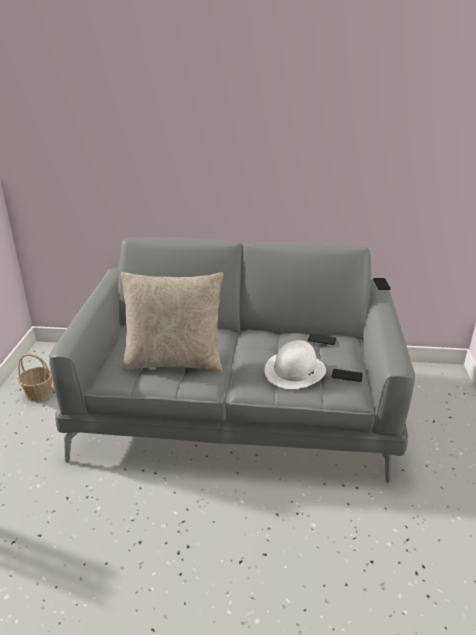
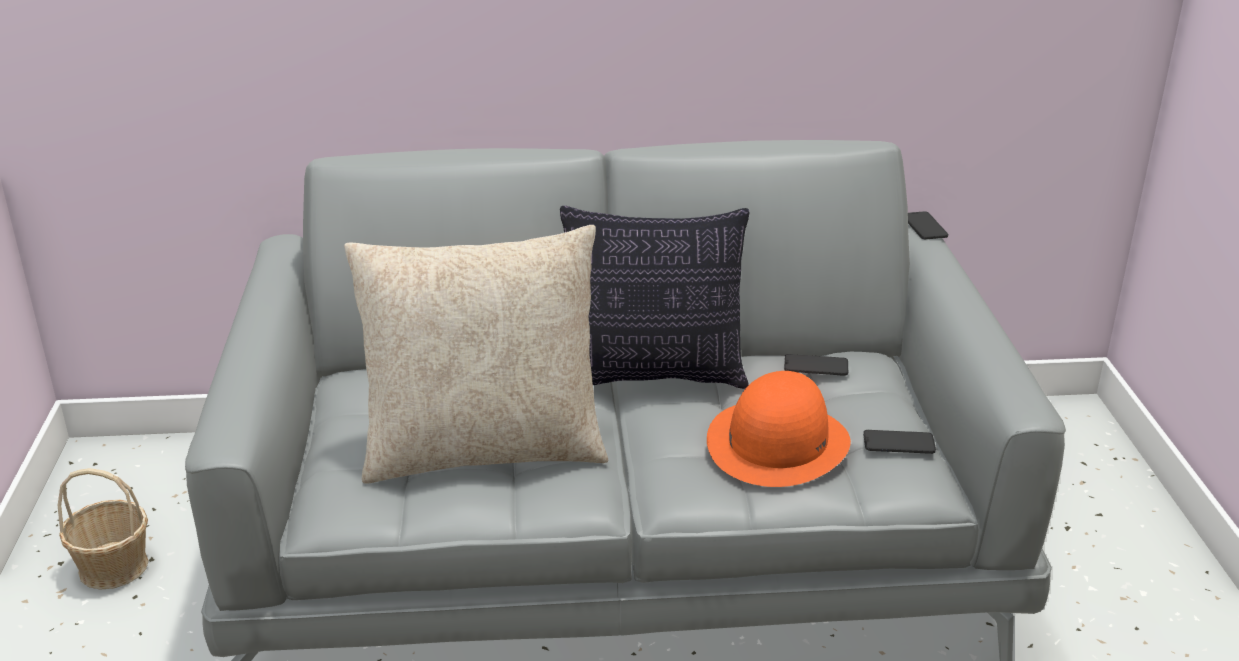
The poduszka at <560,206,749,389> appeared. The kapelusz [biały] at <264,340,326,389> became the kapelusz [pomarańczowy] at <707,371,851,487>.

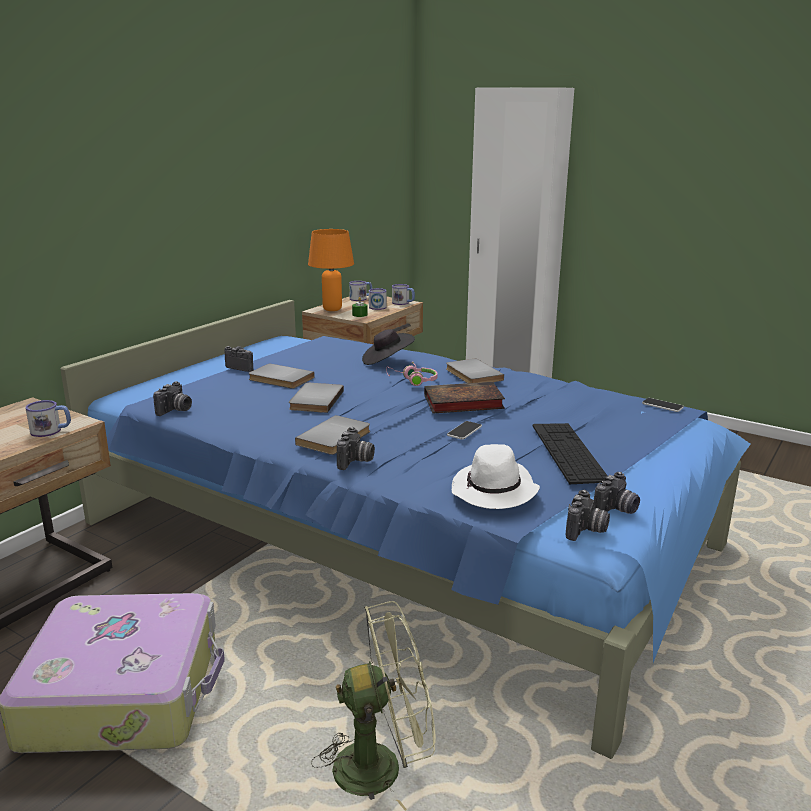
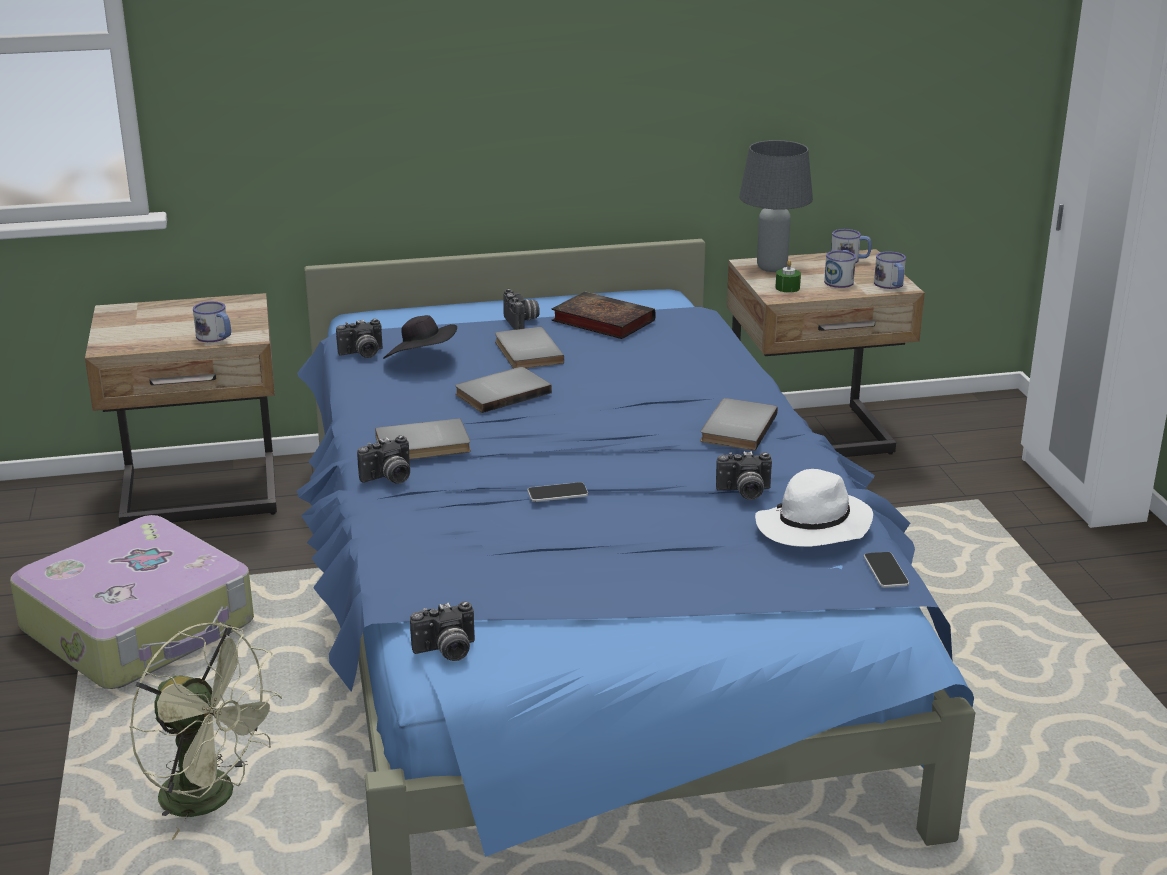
The kapelusz [czarny] moved from <362,329,415,365> to <383,315,457,359>. The książka moved from <424,382,505,414> to <551,292,656,339>. The aparat fotograficzny moved from <593,472,640,514> to <716,451,772,500>. The lampa stołowa [pomarańczowy] at <308,229,354,311> became the lampa stołowa [szary] at <739,140,813,272>. The kapelusz [biały] moved from <452,444,540,509> to <755,469,873,547>. The słuchawki [różowy] at <386,361,437,386> disappeared. The klawiatura at <533,423,608,484> disappeared.

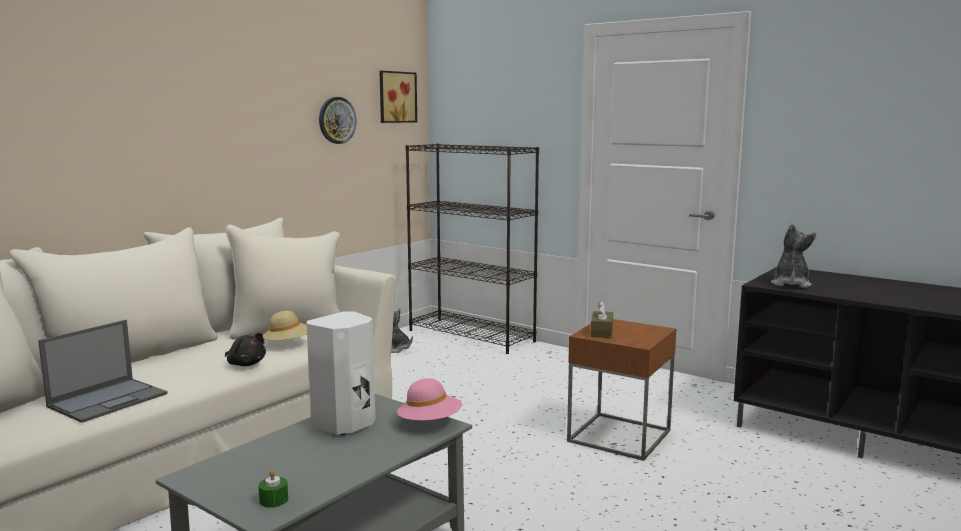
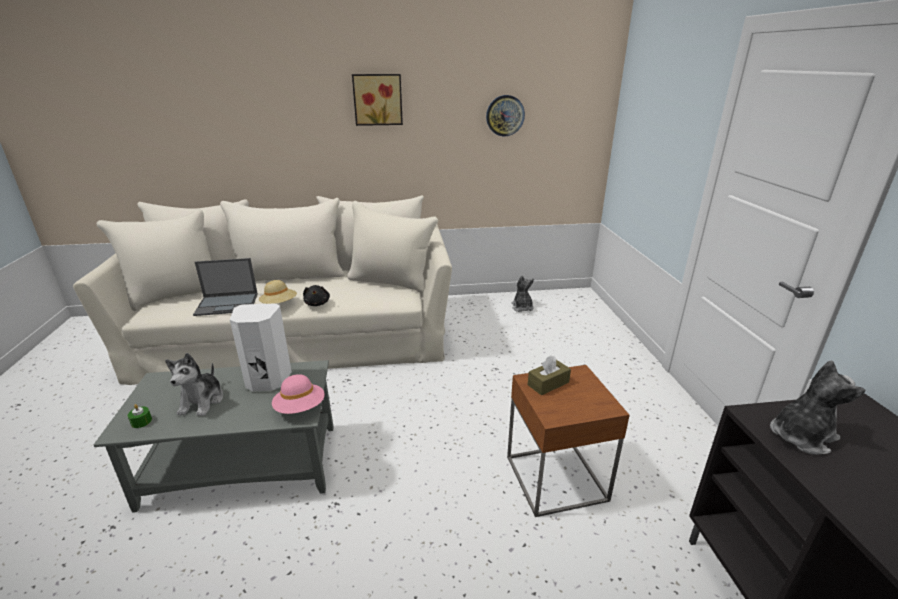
The pluszak at <165,353,223,416> appeared. The kapelusz [beżowy] moved from <263,311,307,345> to <259,280,297,304>. The obraz moved from <380,71,417,123> to <352,74,403,126>. The regał [czarny] at <405,144,539,354> disappeared.

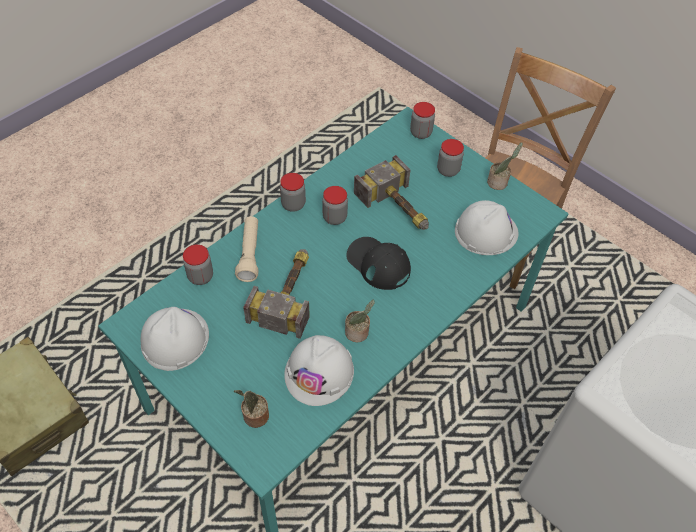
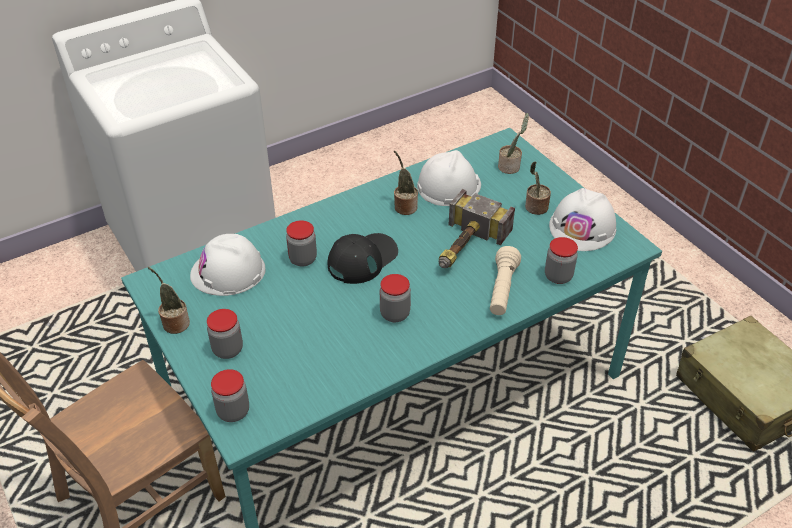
The słoik moved from <280,173,305,212> to <286,220,317,267>. The czapka z daszkiem [czarny] at <346,237,411,290> turned 105 degrees counterclockwise. The roślina doniczkowa at <525,161,551,215> appeared. The młotek at <354,155,429,230> disappeared.

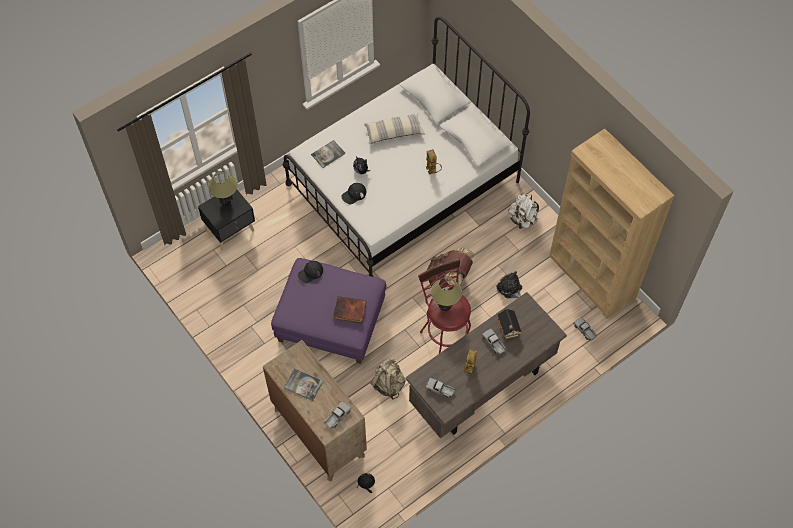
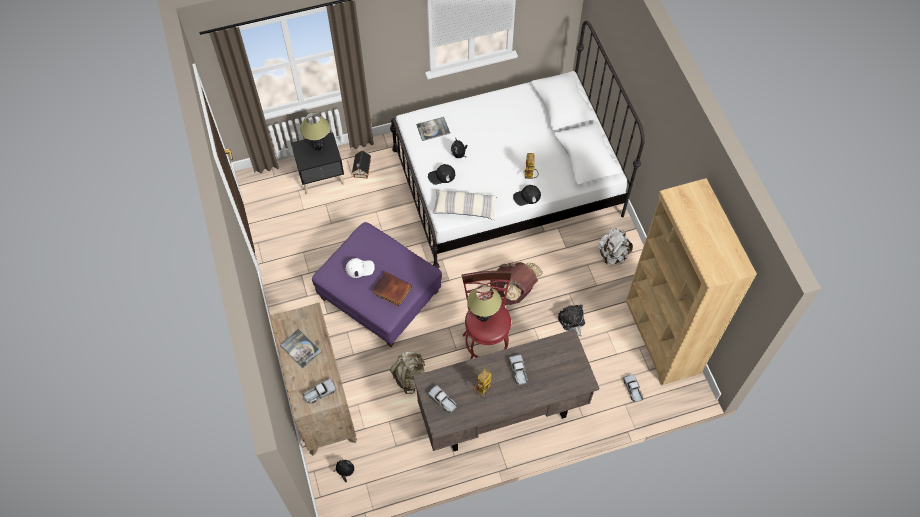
The czapka z daszkiem [biały] at <346,258,375,278> appeared. The domek moved from <498,309,522,339> to <352,151,371,179>. The poduszka moved from <364,113,425,144> to <433,190,497,220>. The czapka z daszkiem [czarny] moved from <298,261,323,283> to <513,185,541,206>.

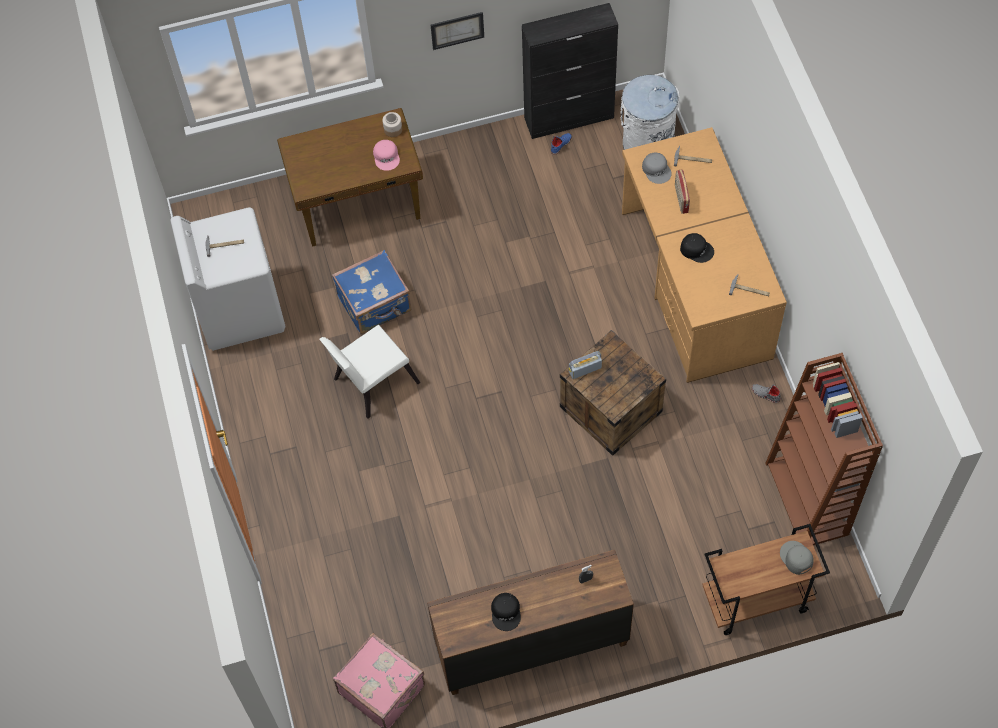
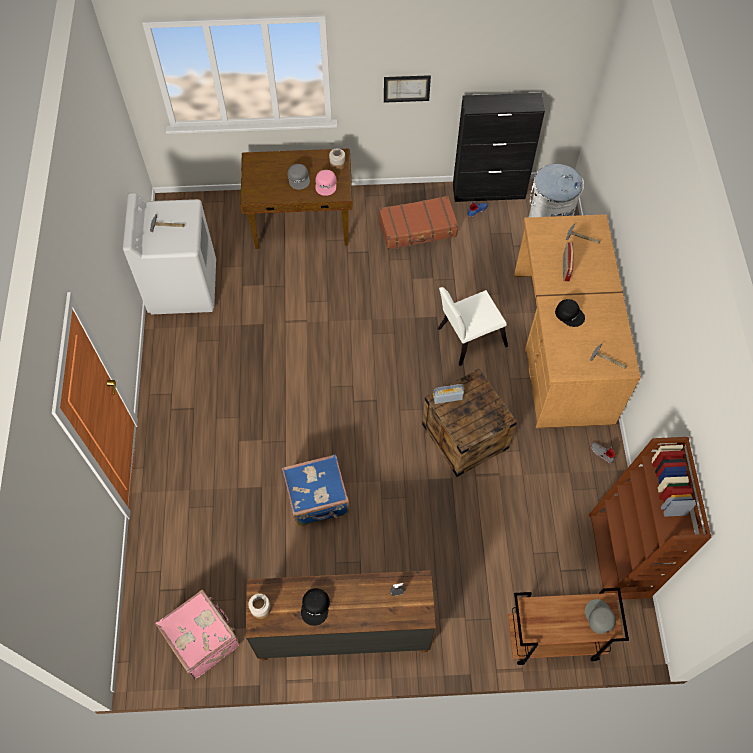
The słoik at <248,593,271,619> appeared. The walizka [niebieski] moved from <332,250,412,334> to <282,454,349,527>. The czapka z daszkiem [szary] moved from <642,153,672,184> to <287,164,310,189>. The walizka [brązowy] at <379,196,458,249> appeared. The krzesło [biały] moved from <319,325,420,419> to <438,287,508,366>.

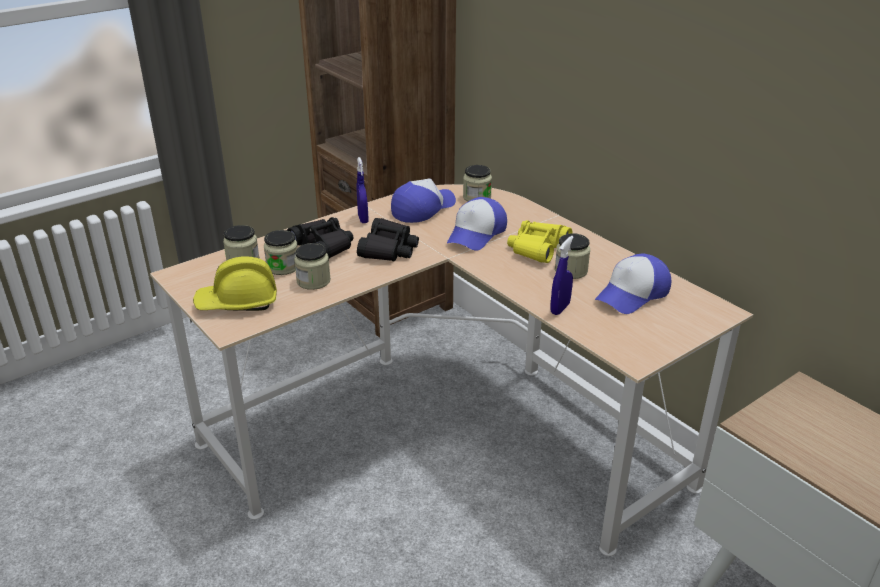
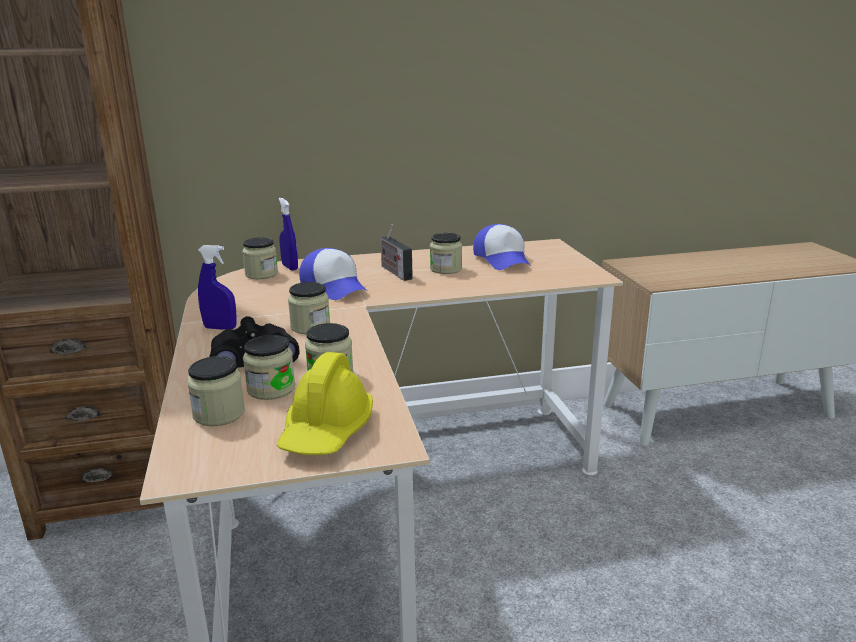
The spryskiwacz [niebieski] moved from <550,236,574,315> to <279,198,298,271>. The lornetka [czarny] at <357,218,419,261> was replaced by the słoik at <288,282,330,334>. The lornetka [żółty] at <507,220,573,263> was replaced by the radio at <381,224,413,281>. The czapka z daszkiem at <391,178,456,223> disappeared.

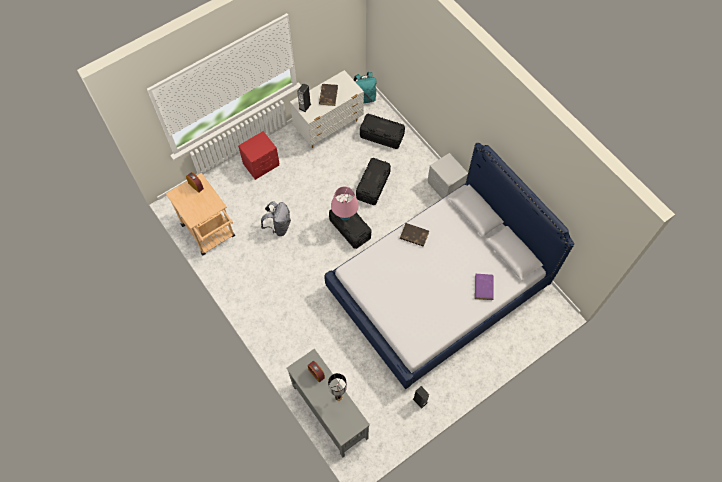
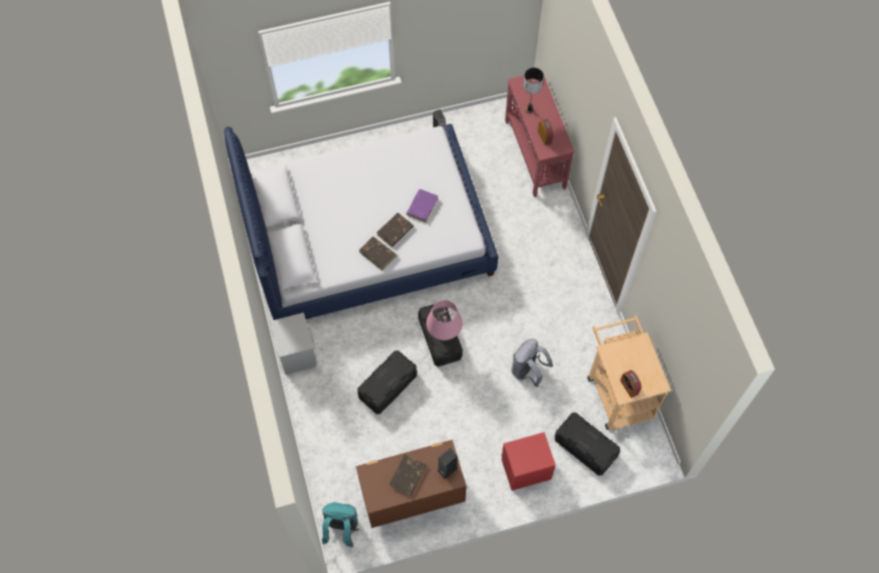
The komoda [biały] at <290,70,364,148> became the komoda [brązowy] at <356,440,466,528>. The książka [brązowy] at <377,213,414,247> appeared. The książka [fioletowy] moved from <475,274,494,300> to <406,189,438,223>. The stolik konsolowy [szary] at <286,349,370,457> became the stolik konsolowy [czerwony] at <505,74,575,197>. The pojemnik do przechowywania [czarny] moved from <360,114,405,149> to <555,413,620,476>.

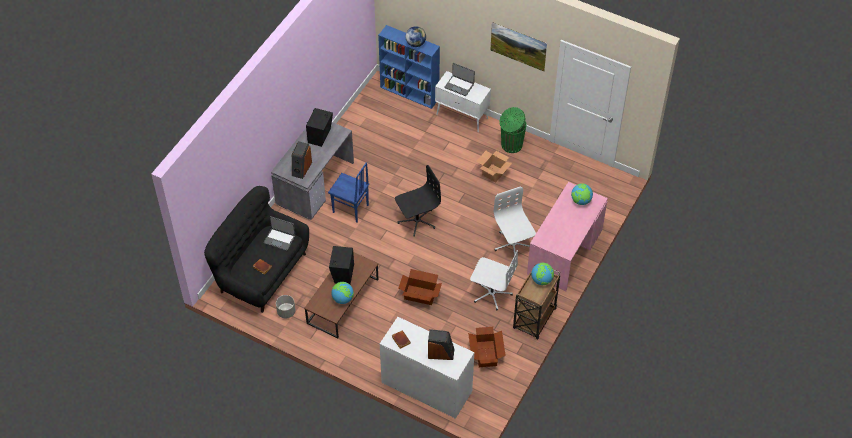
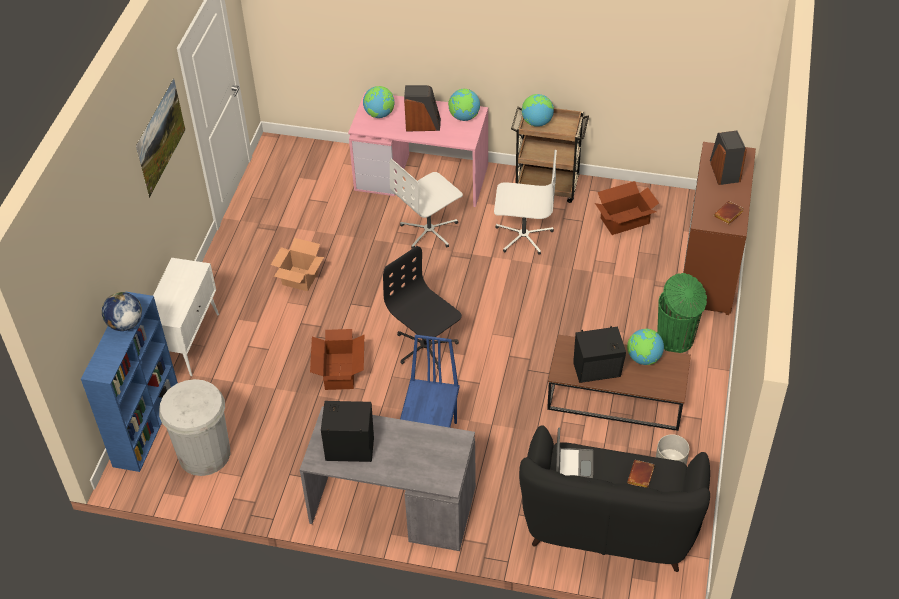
The kosz na śmieci [biały] at <159,379,230,476> appeared. The karton moved from <399,269,442,305> to <310,329,364,390>. The głośnik moved from <292,141,312,179> to <404,85,441,132>. The globus at <448,89,480,121> appeared. The krzesło biurowe [biały] at <470,250,518,310> turned 90 degrees clockwise. The kosz na śmieci [zielony] moved from <499,107,527,153> to <657,273,707,353>. The komoda [biały] at <380,317,474,419> became the komoda [brązowy] at <683,142,756,315>. The laptop at <444,63,475,96> disappeared.

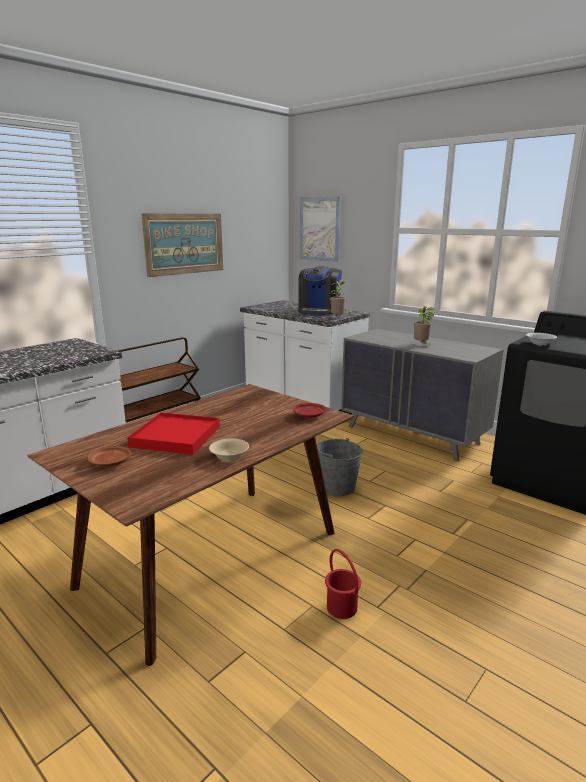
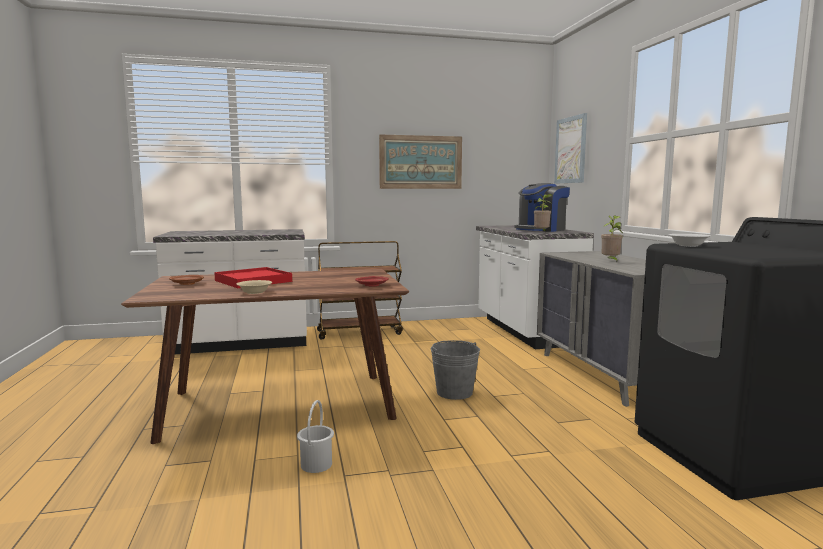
The wiadro [czerwony] at <325,549,361,619> became the wiadro [biały] at <297,400,334,473>.

